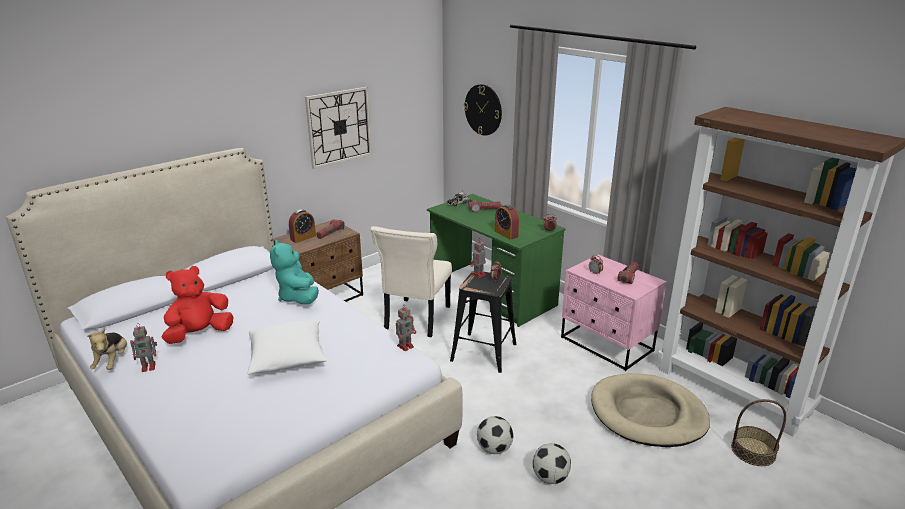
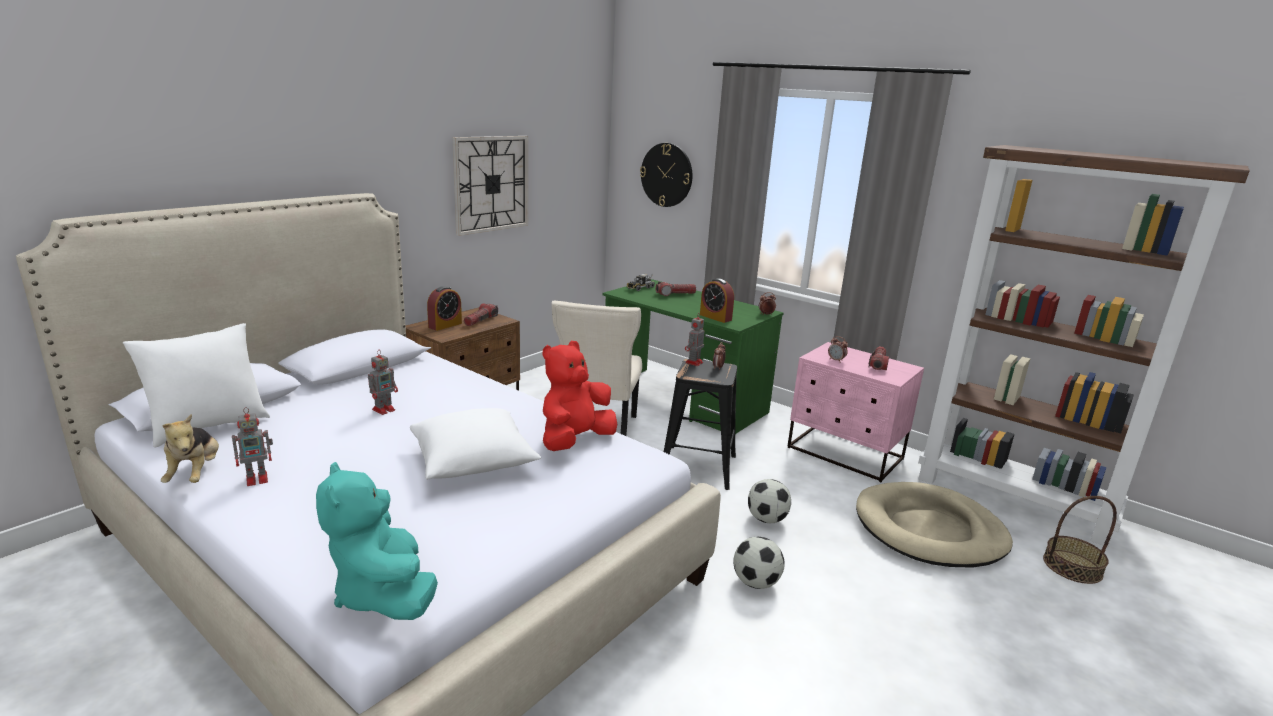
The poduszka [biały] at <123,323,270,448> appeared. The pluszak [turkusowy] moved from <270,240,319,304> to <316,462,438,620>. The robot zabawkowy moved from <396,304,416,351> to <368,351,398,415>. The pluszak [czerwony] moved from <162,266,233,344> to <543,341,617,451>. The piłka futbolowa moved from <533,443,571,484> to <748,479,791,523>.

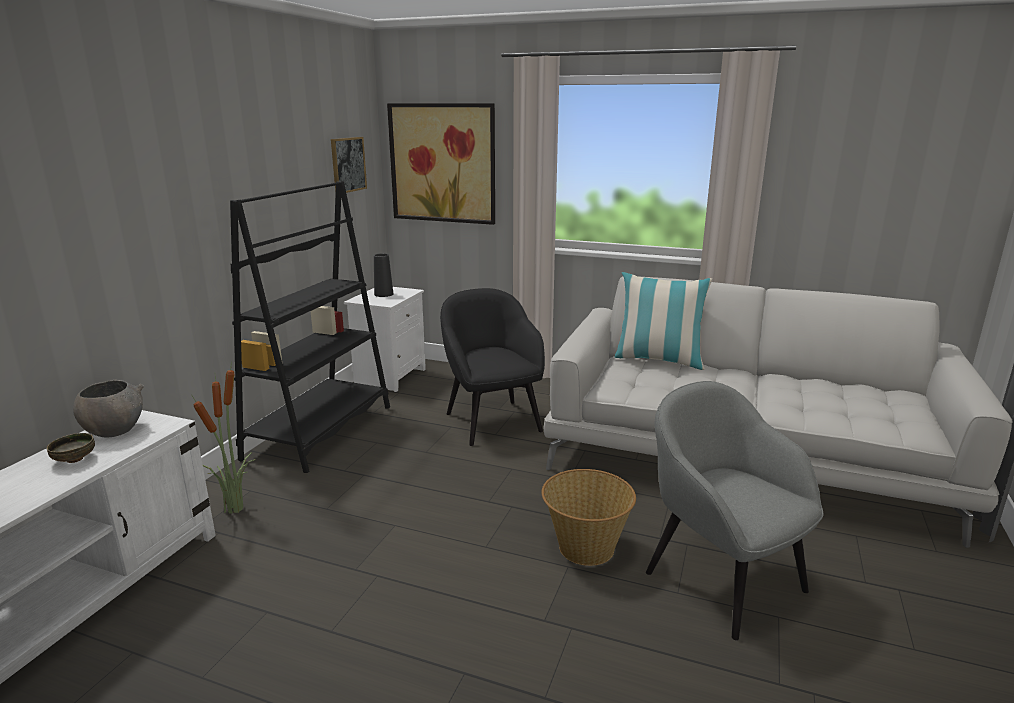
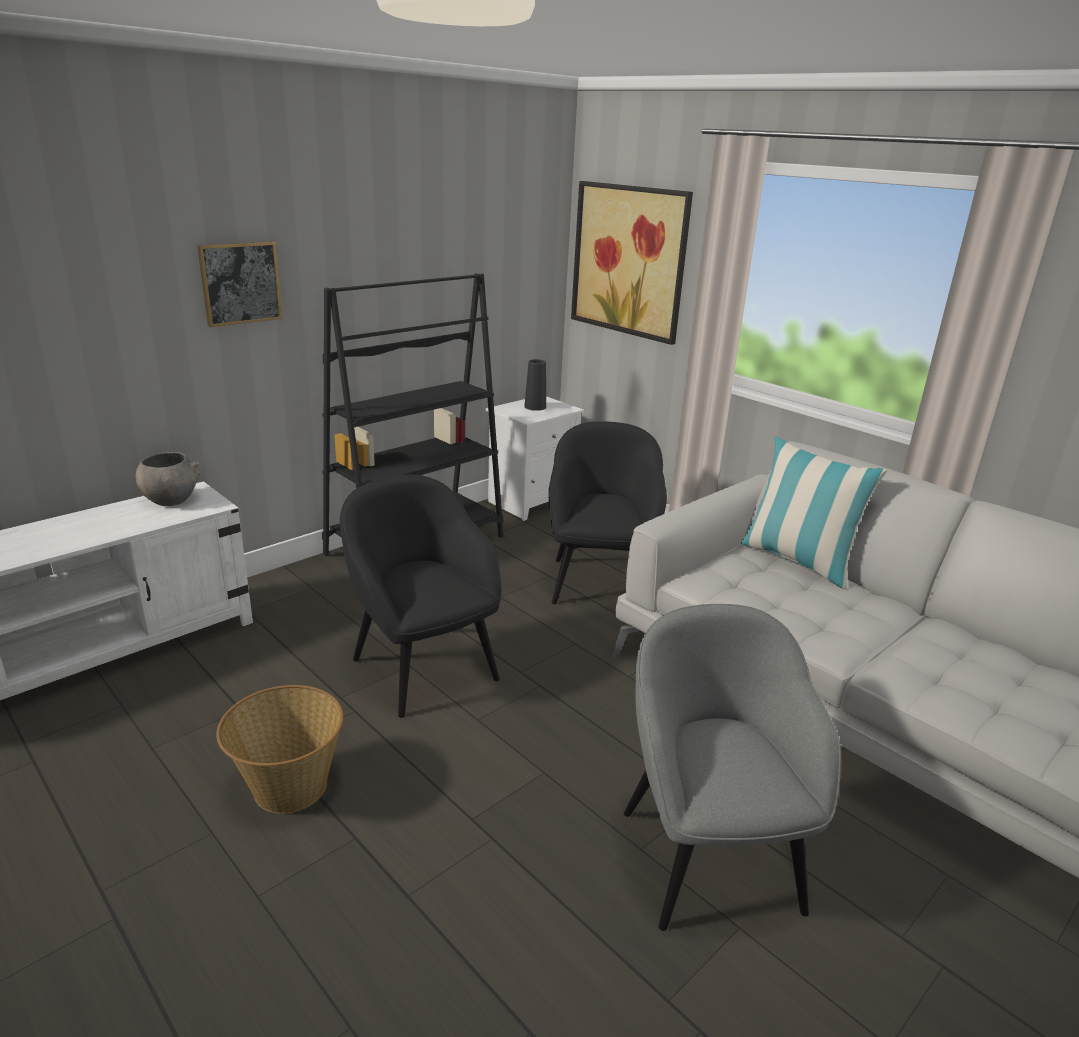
The obraz moved from <331,137,367,193> to <197,241,282,327>. The koszyk moved from <542,469,636,566> to <216,685,344,814>. The fotel [czarny] at <340,475,501,718> appeared. The miska at <47,433,95,463> disappeared. The roślina doniczkowa at <191,360,256,514> disappeared.

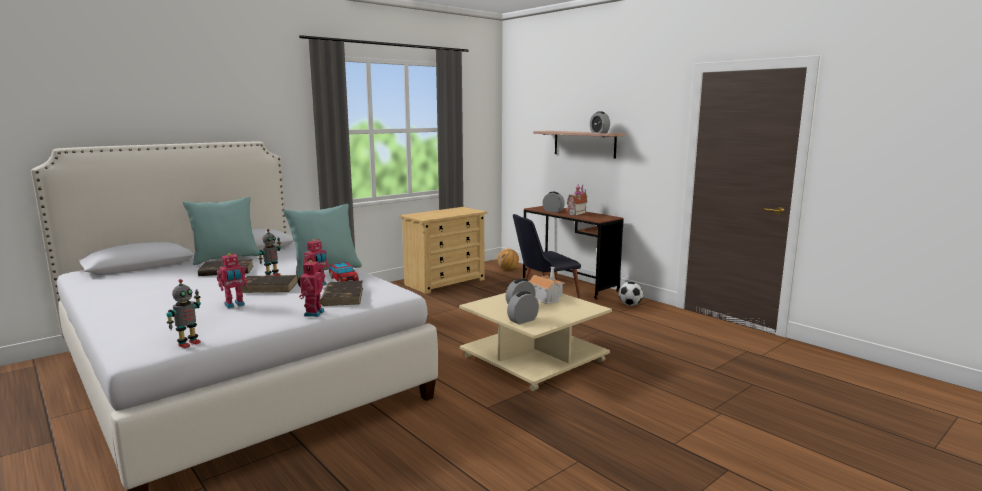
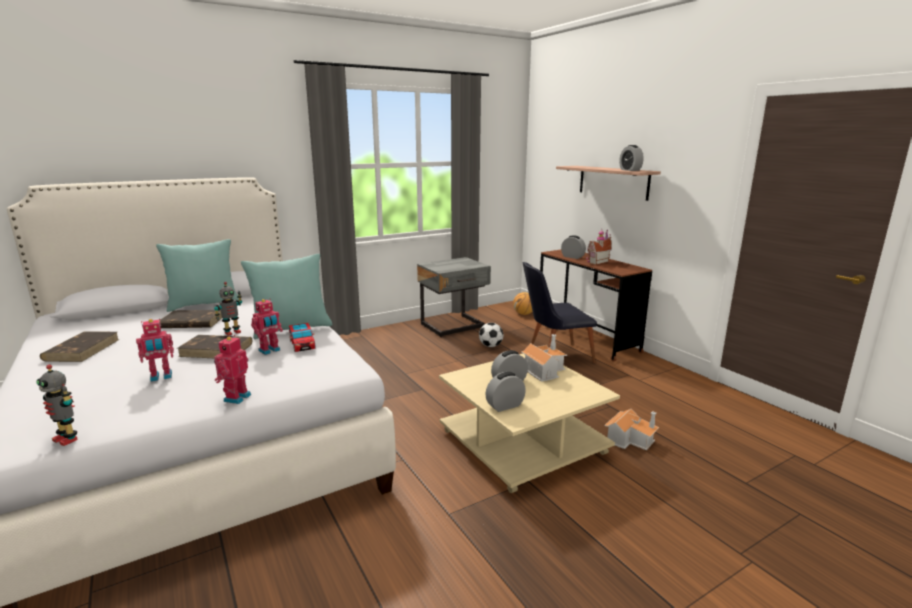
The robot zabawkowy at <166,279,201,348> turned 75 degrees clockwise. The książka [brązowy] moved from <320,281,363,306> to <40,331,120,362>. The komoda [beżowy] at <400,207,487,294> was replaced by the szafka nocna [szary] at <417,257,491,337>. The piłka futbolowa moved from <619,282,643,306> to <479,323,503,347>. The domek at <604,409,659,450> appeared.

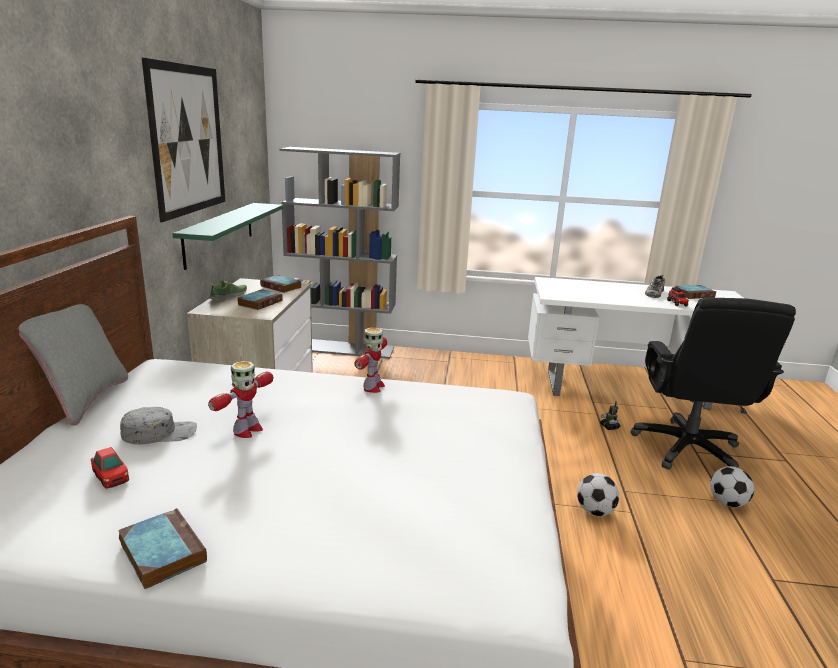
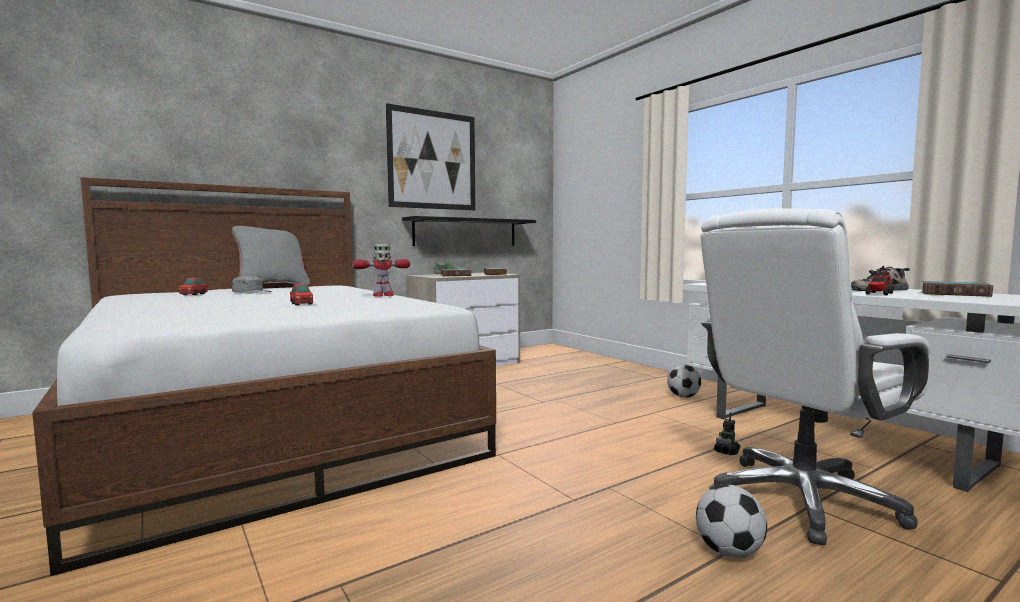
The samochodzik at <290,283,313,305> appeared. The półka [zielony] at <172,203,284,270> became the półka [czarny] at <402,216,536,246>. The piłka futbolowa moved from <577,473,619,516> to <667,364,701,398>. The krzesło biurowe [czarny] at <631,298,796,470> became the krzesło biurowe [biały] at <701,209,931,545>. The książka at <118,508,207,589> disappeared. The robot zabawkowy at <208,361,274,438> disappeared. The regał [szary] at <279,147,400,359> disappeared.

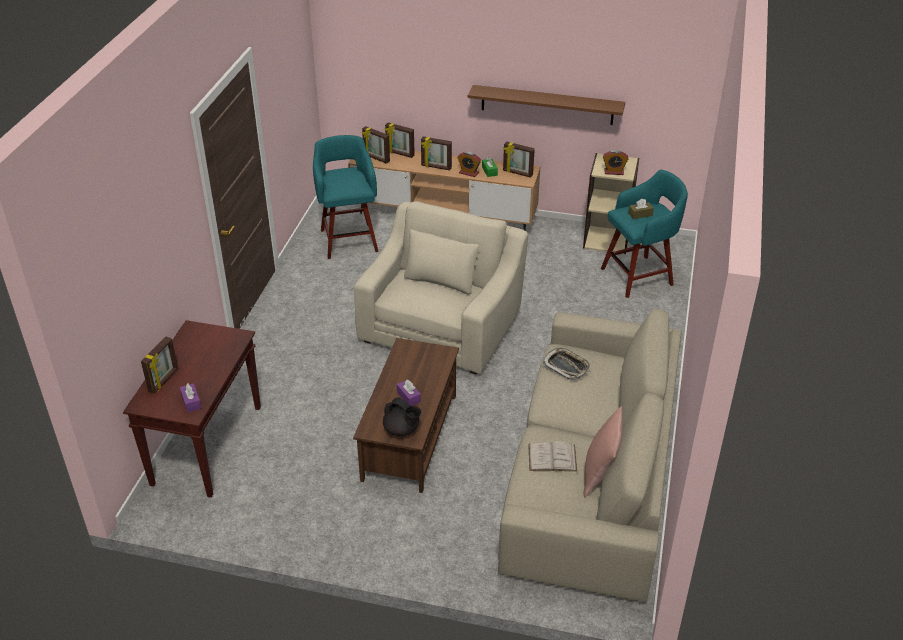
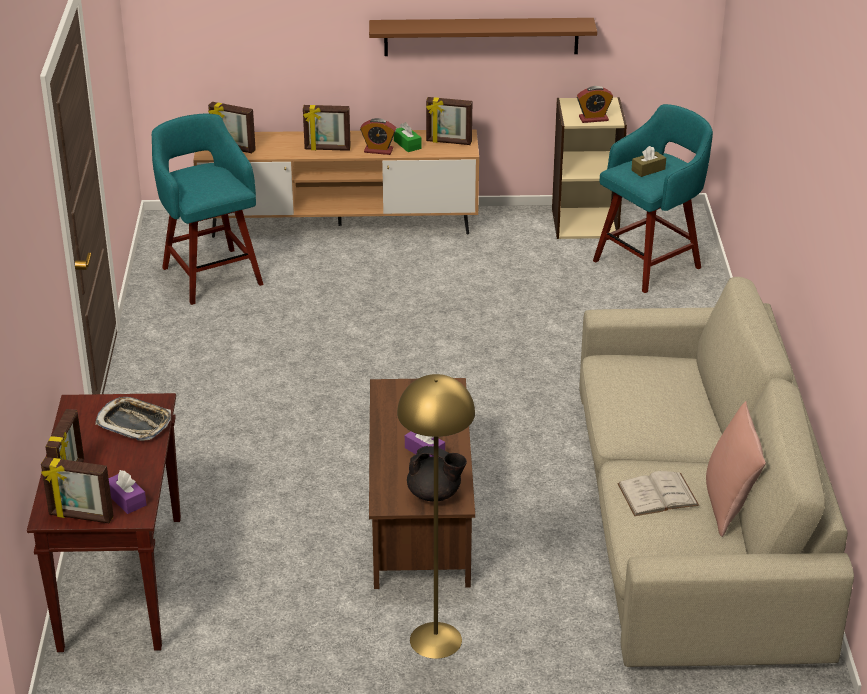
The ramka na zdjęcie moved from <385,123,415,158> to <41,457,114,523>. The taca moved from <543,348,590,380> to <95,397,171,441>. The lampa stojąca [żółty] at <397,374,475,659> appeared. The fotel [beżowy] at <354,201,528,375> disappeared.

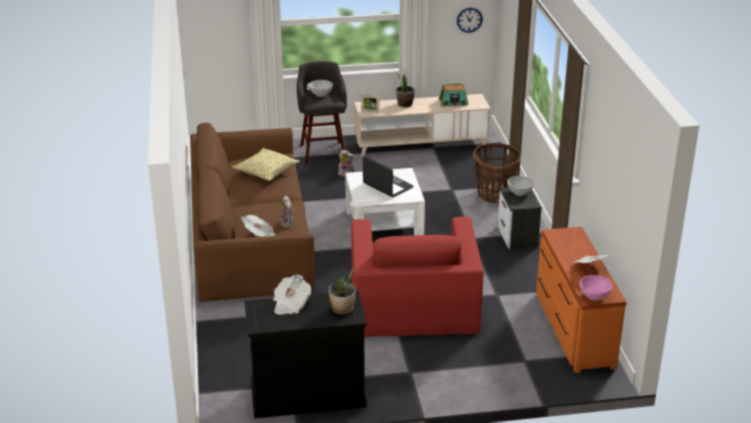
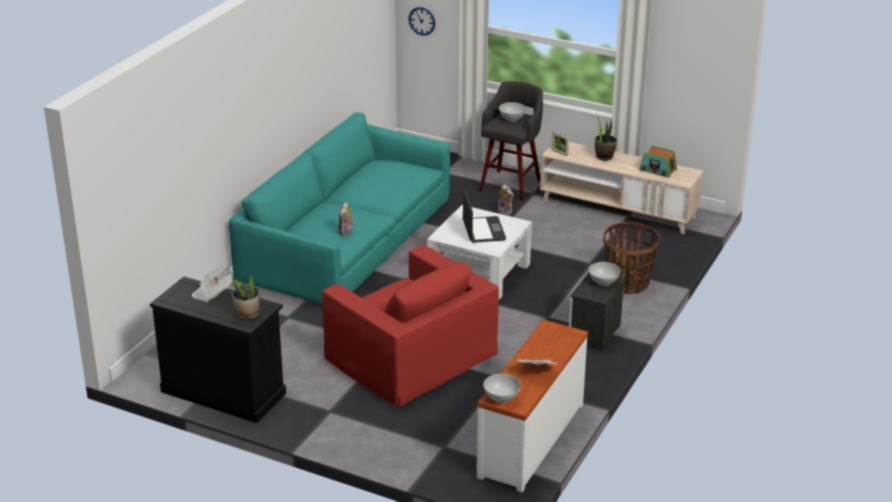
The kanapa [brązowy] at <190,123,315,302> became the kanapa [turkusowy] at <229,112,450,305>. The fotel [czerwony] at <351,217,483,337> turned 75 degrees counterclockwise. The zegar ścienny moved from <457,8,483,33> to <408,7,435,36>. The komoda [pomarańczowy] at <536,227,627,373> became the komoda [biały] at <477,320,588,492>. The miska [różowy] at <580,275,613,300> became the miska [biały] at <483,374,521,403>. The poduszka at <232,148,300,181> disappeared. The gazeta at <241,215,275,237> disappeared.

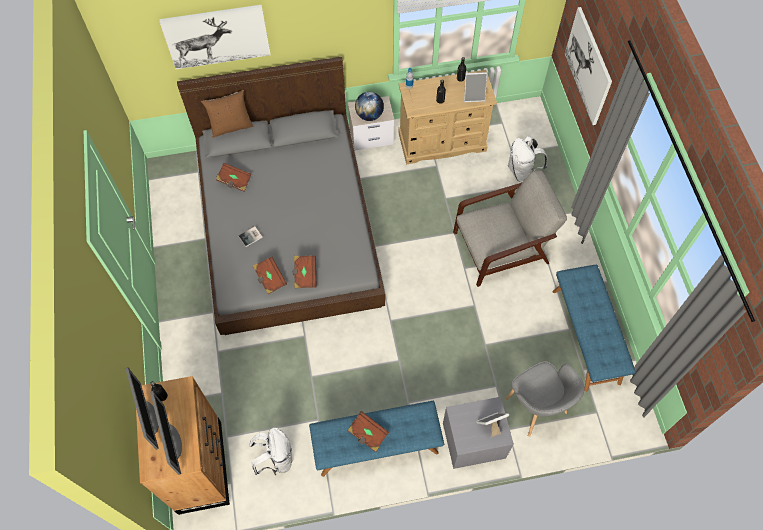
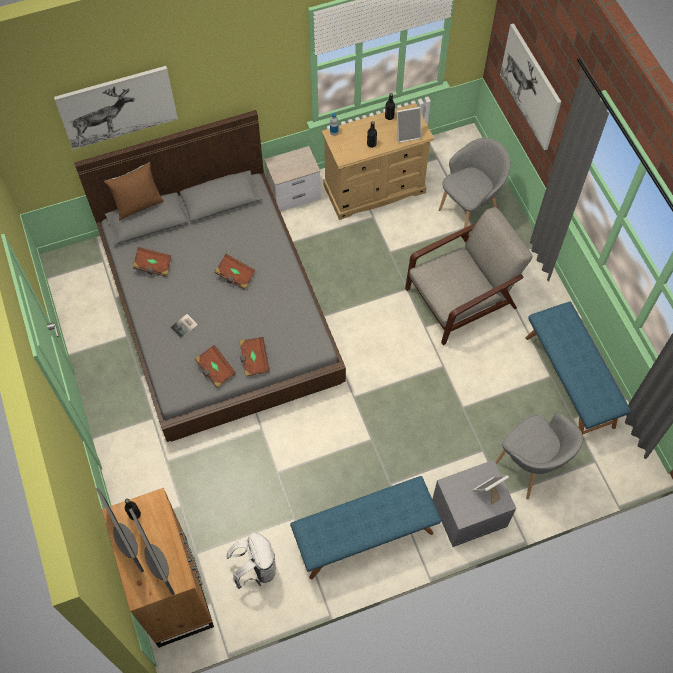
The książka [brązowy] moved from <347,411,389,451> to <215,254,256,290>. The plecak [biały] at <508,136,547,183> was replaced by the fotel [szary] at <439,138,511,228>. The globus at <355,92,384,121> disappeared.

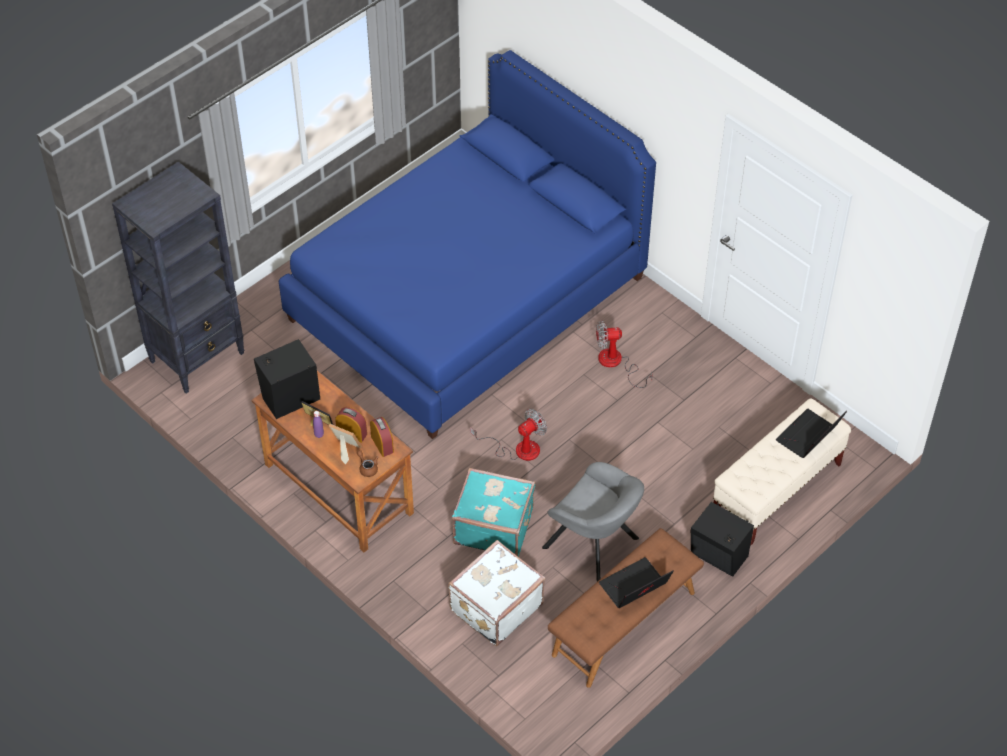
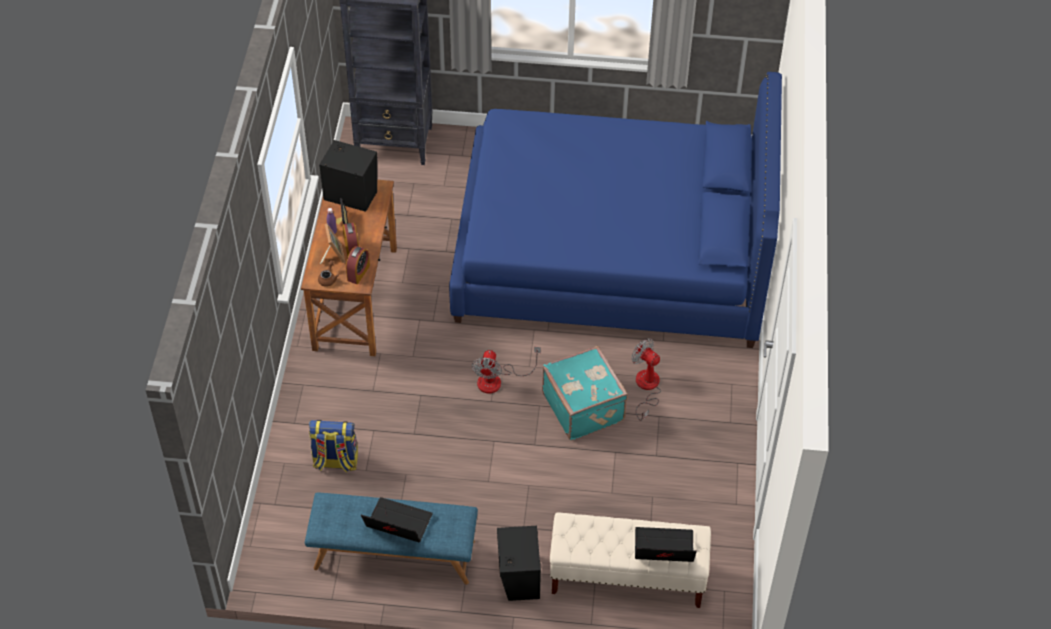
The ławka [brązowy] at <548,528,704,688> became the ławka [niebieski] at <305,492,478,585>. The walizka [biały] at <448,540,545,646> was replaced by the plecak at <309,420,358,473>. The wentylator at <470,409,547,461> turned 90 degrees clockwise. The walizka [turkusowy] moved from <452,468,535,557> to <542,346,628,440>. The fotel [szary] at <542,462,644,582> disappeared.

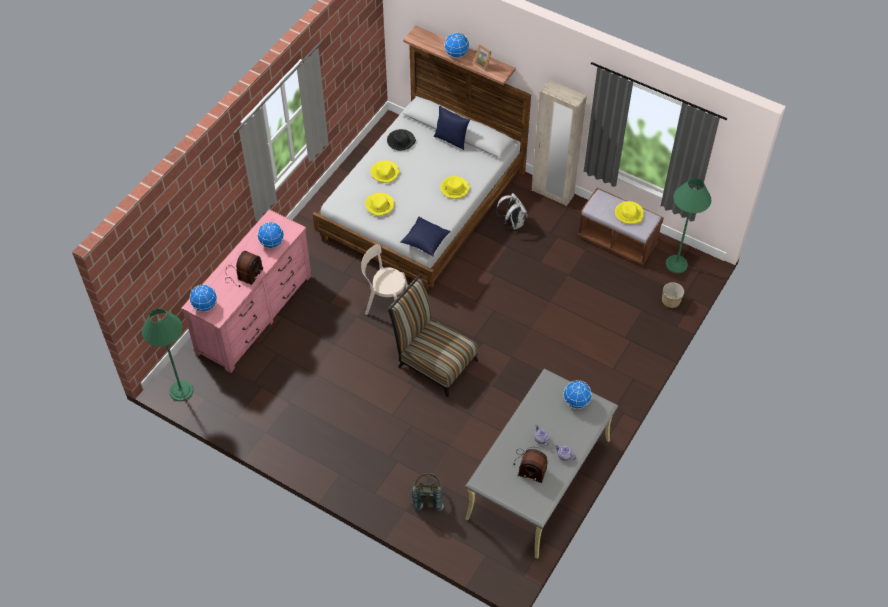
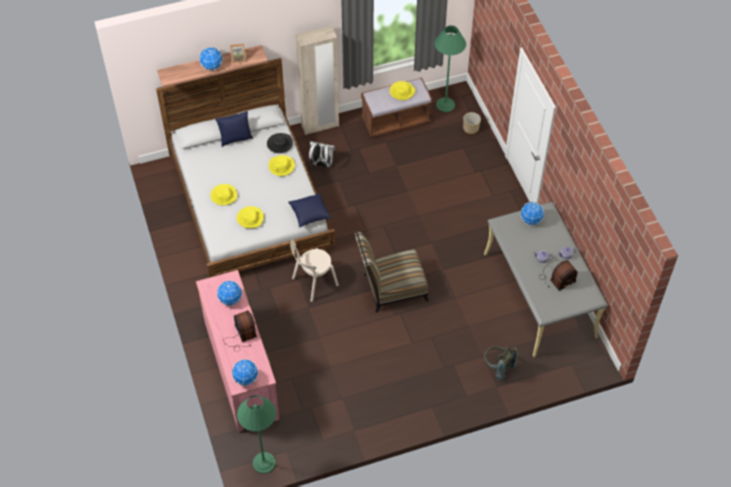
The kapelusz [czarny] moved from <387,129,416,150> to <267,133,293,153>.

